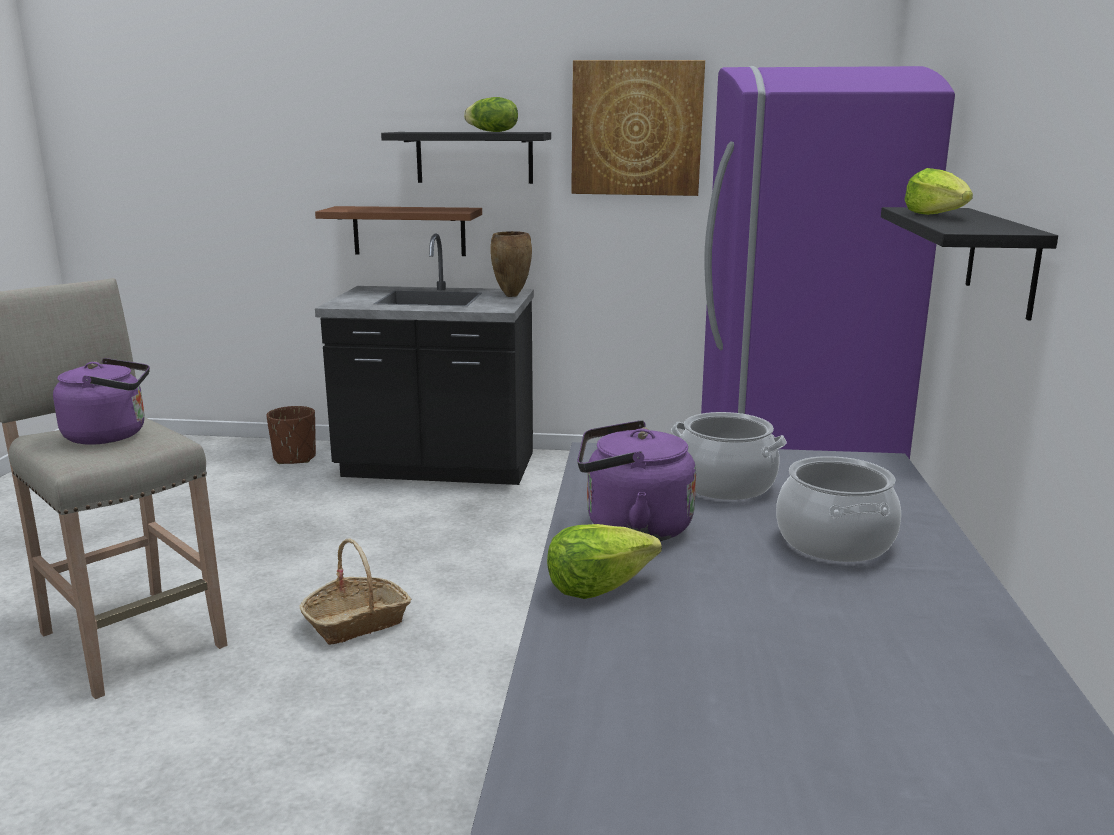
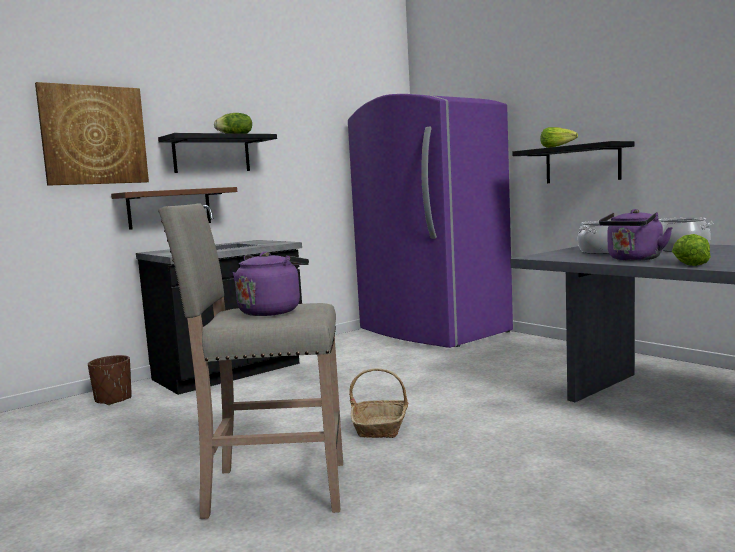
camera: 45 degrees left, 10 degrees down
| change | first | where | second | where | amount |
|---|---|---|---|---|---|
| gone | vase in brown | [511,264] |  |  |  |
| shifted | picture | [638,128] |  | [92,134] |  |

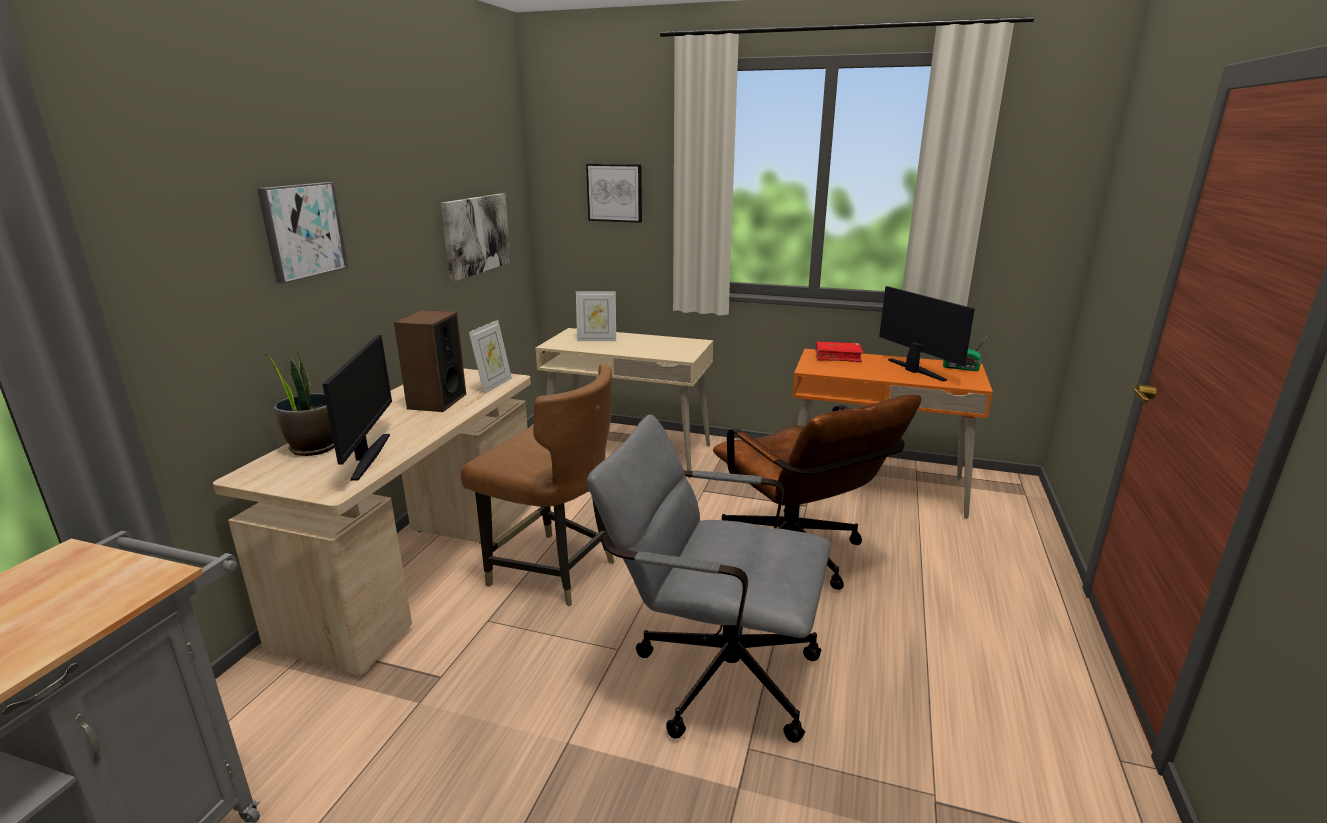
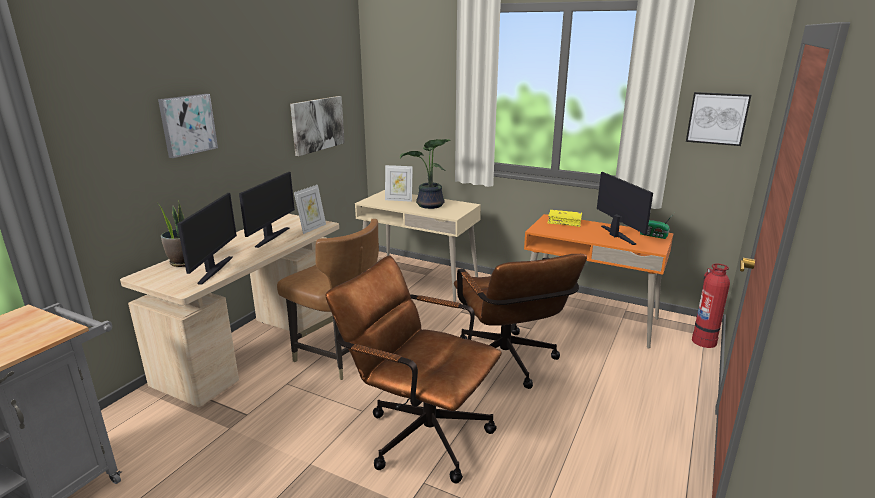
camera: 10 degrees right, 0 degrees up
| change | first | where | second | where | amount |
|---|---|---|---|---|---|
| swapped | speaker | [430,361] | monitor | [267,210] |  |
| shifted | picture | [614,193] |  | [718,119] |  |
| repainted | office chair in grey | [709,578] | office chair in brown | [414,369] |  |
| repainted | book in red | [839,352] | book in yellow | [564,218] |  |
| new |  |  | potted plant | [425,174] |  |
| new |  |  | fire extinguisher | [711,306] |  |

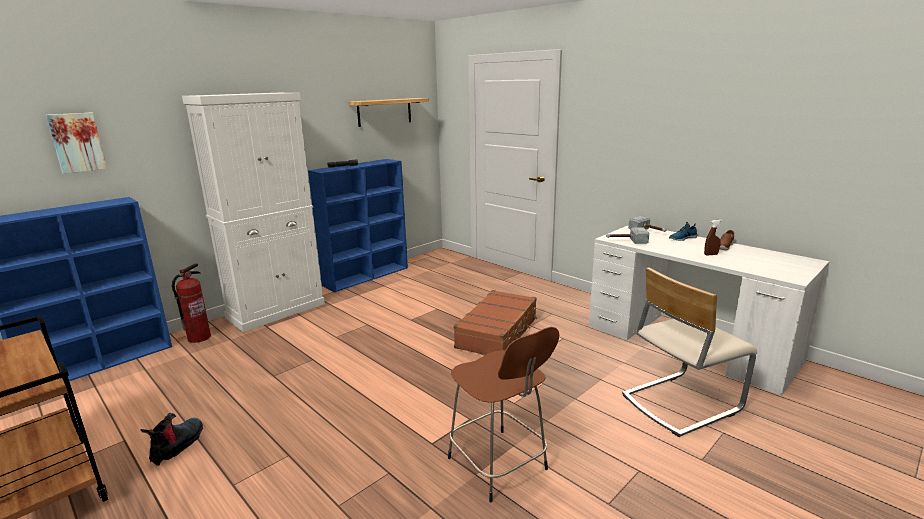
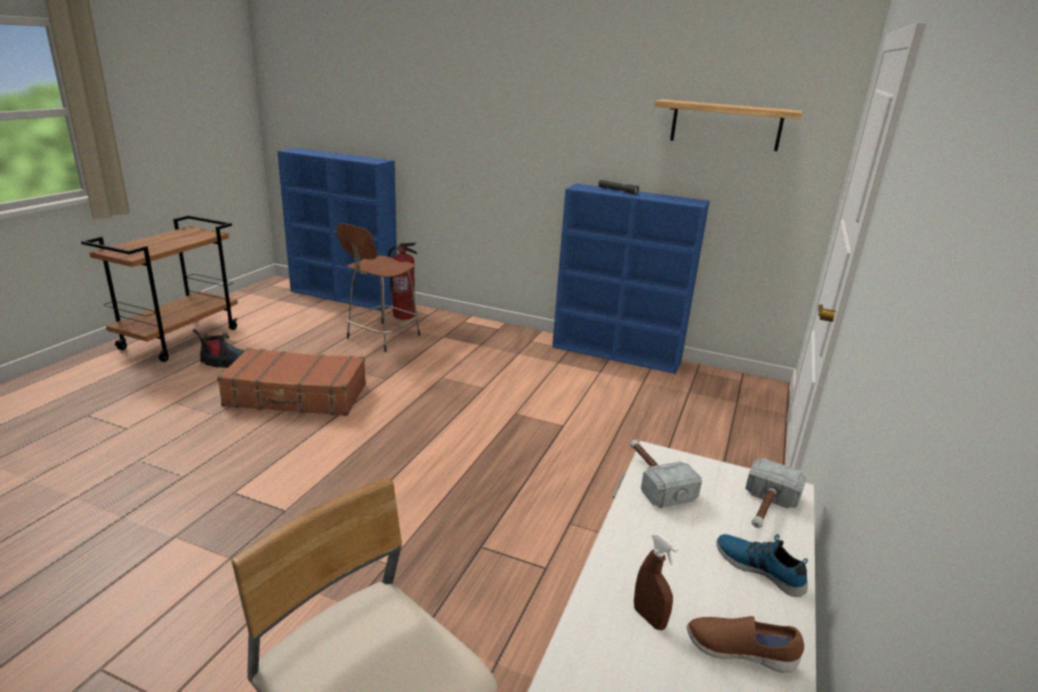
camera: 65 degrees right, 5 degrees up
| change | first | where | second | where | amount |
|---|---|---|---|---|---|
| gone | picture | [76,143] |  |  |  |
| gone | cabinet in white | [253,212] |  |  |  |
| shifted | stool in brown | [503,414] |  | [378,287] |  |
| shifted | suitcase in brown | [495,322] |  | [291,382] |  |

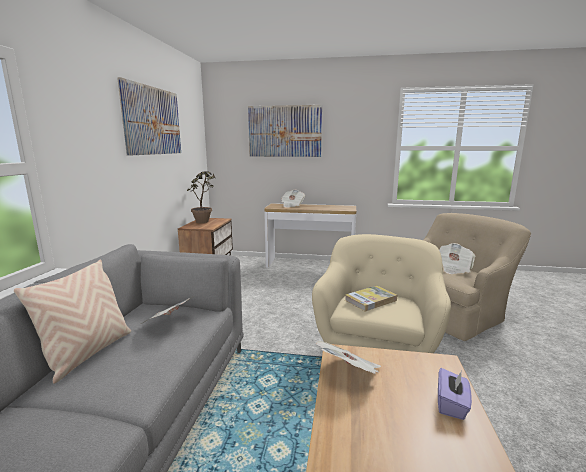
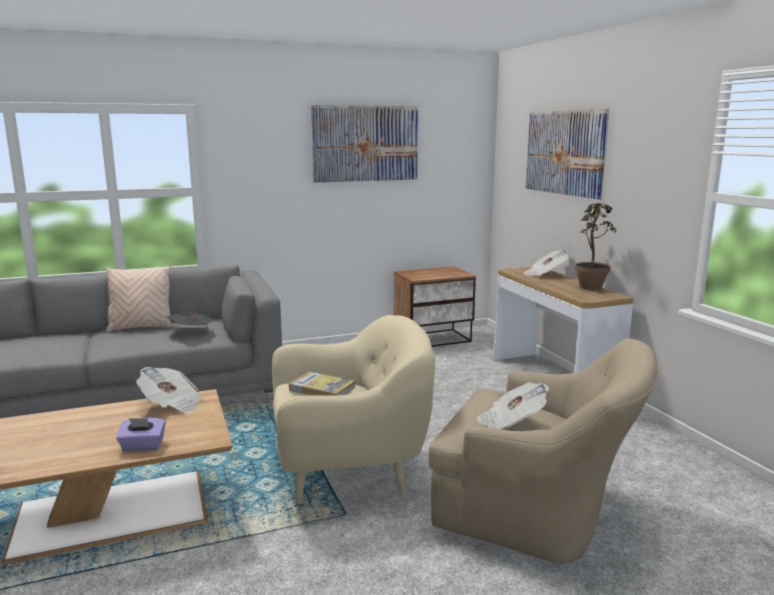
camera: 60 degrees right, 0 degrees up
| change | first | where | second | where | amount |
|---|---|---|---|---|---|
| shifted | potted plant | [201,197] |  | [595,246] |  |

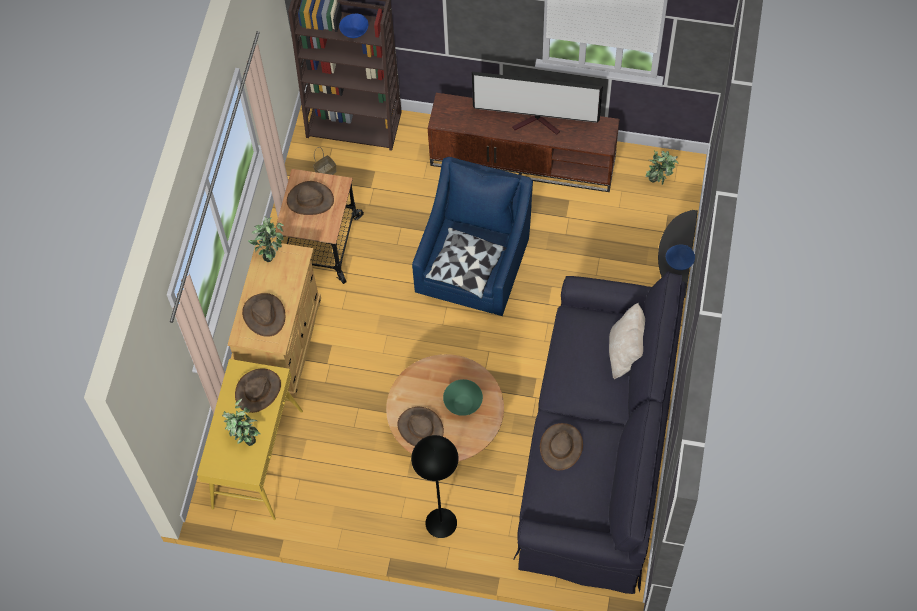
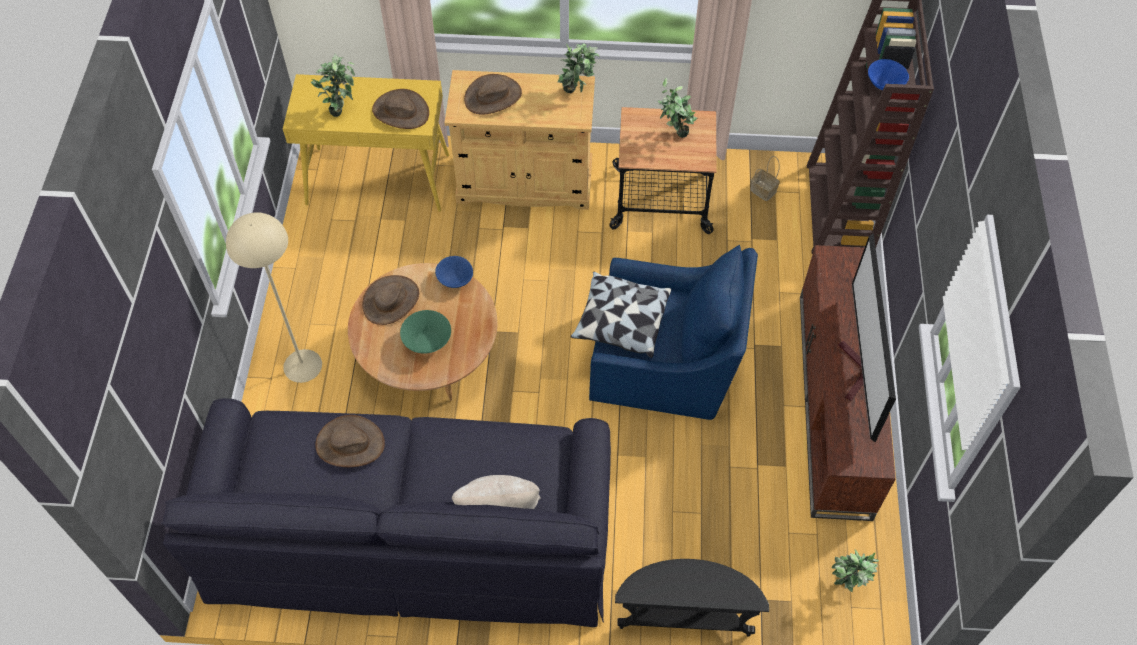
camera: 80 degrees right, 5 degrees down
| change | first | where | second | where | amount |
|---|---|---|---|---|---|
| swapped | hat in brown | [310,198] | potted plant | [677,107] |  |
| repainted | floor lamp in black | [435,486] | floor lamp in beige | [274,297] |  |
| shifted | bowl in blue | [680,257] |  | [454,272] |  |

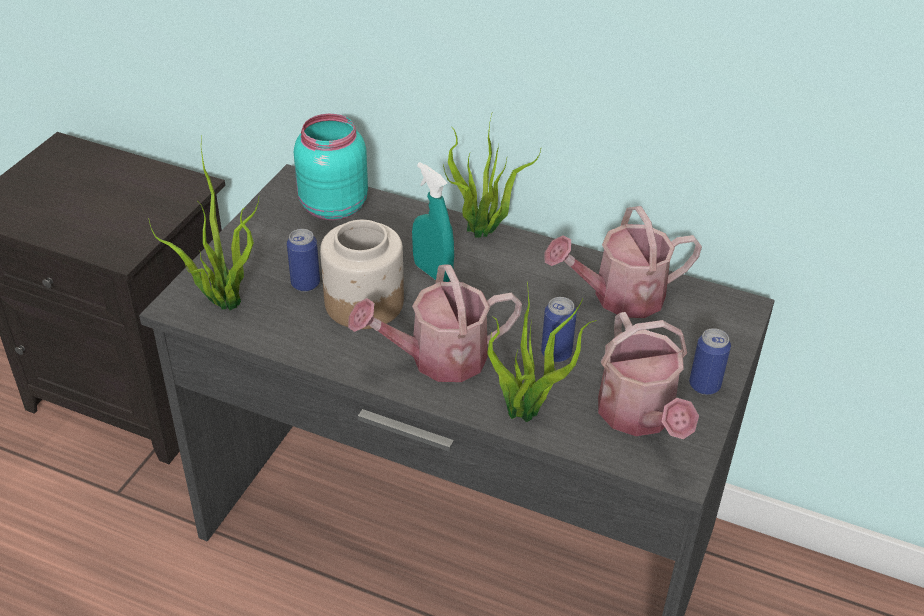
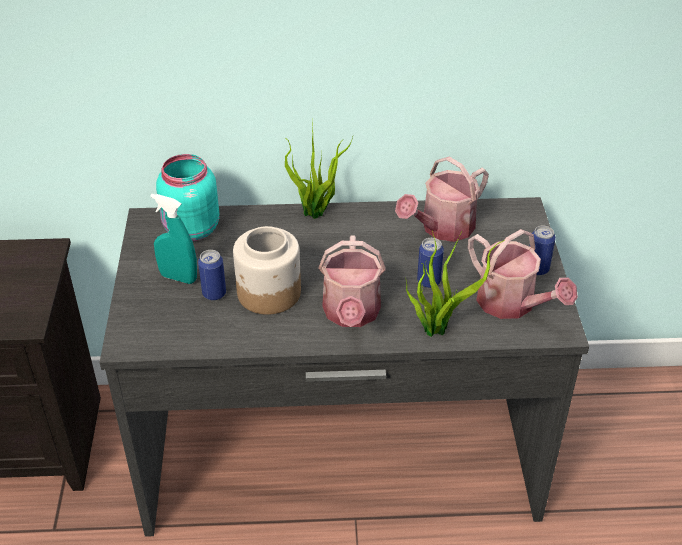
camera: 25 degrees left, 0 degrees up
| change | first | where | second | where | amount |
|---|---|---|---|---|---|
| gone | potted plant | [203,222] |  |  |  |
| rotated | watering can | [435,323] |  | [352,281] | 45 degrees counterclockwise |
| shifted | spray bottle in turquoise | [433,222] |  | [173,239] |  |

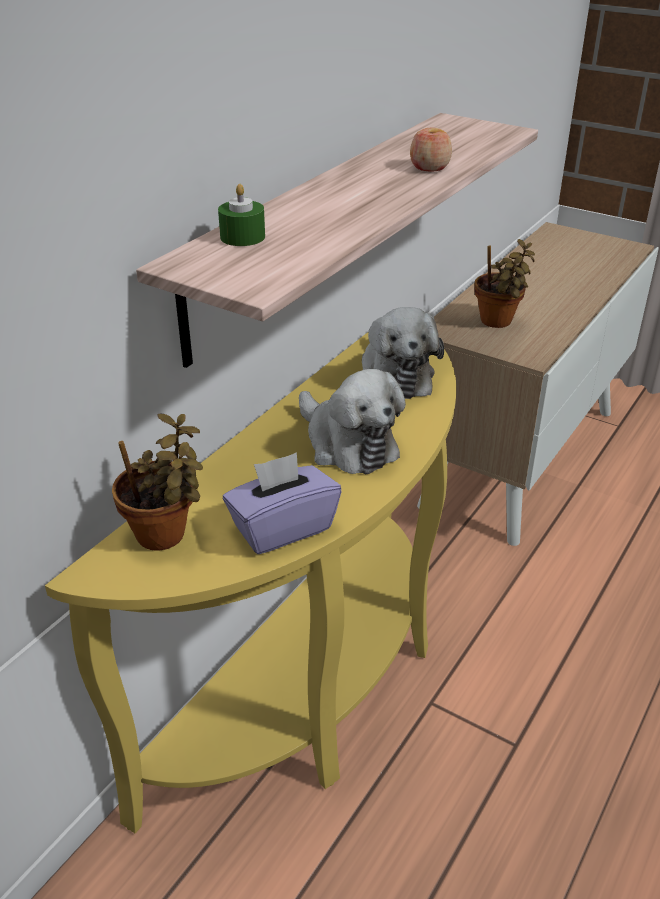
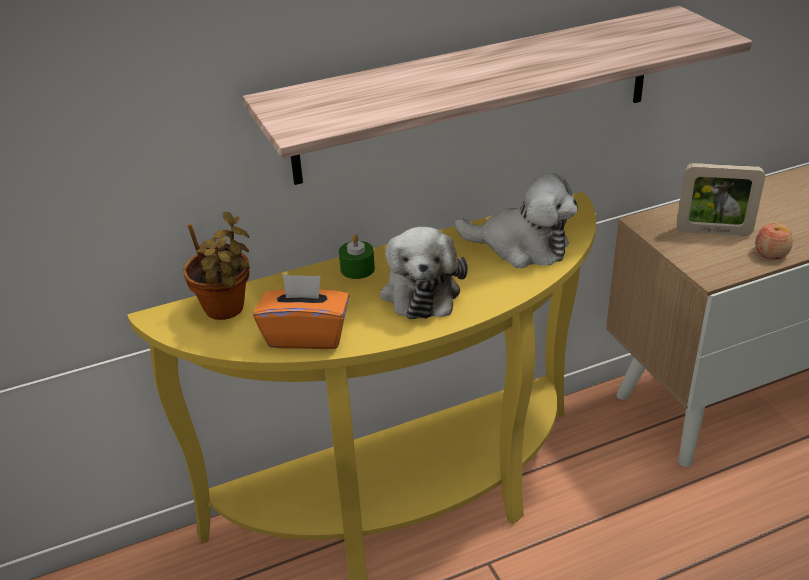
camera: 35 degrees right, 0 degrees up
| change | first | where | second | where | amount |
|---|---|---|---|---|---|
| shifted | candle in green | [241,215] |  | [357,256] |  |
| repainted | tissue box in purple | [282,503] | tissue box in orange | [301,311] |  |
| rotated | plush toy | [403,353] |  | [516,220] | 90 degrees counterclockwise |
| shifted | apple | [431,149] |  | [774,241] |  |
| swapped | potted plant | [504,283] | picture frame | [721,199] |  |

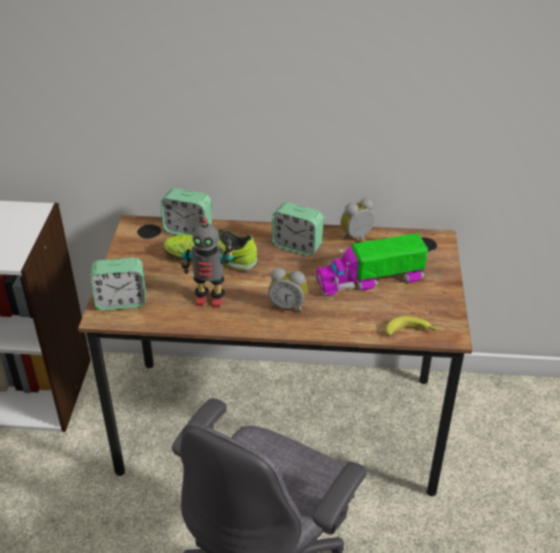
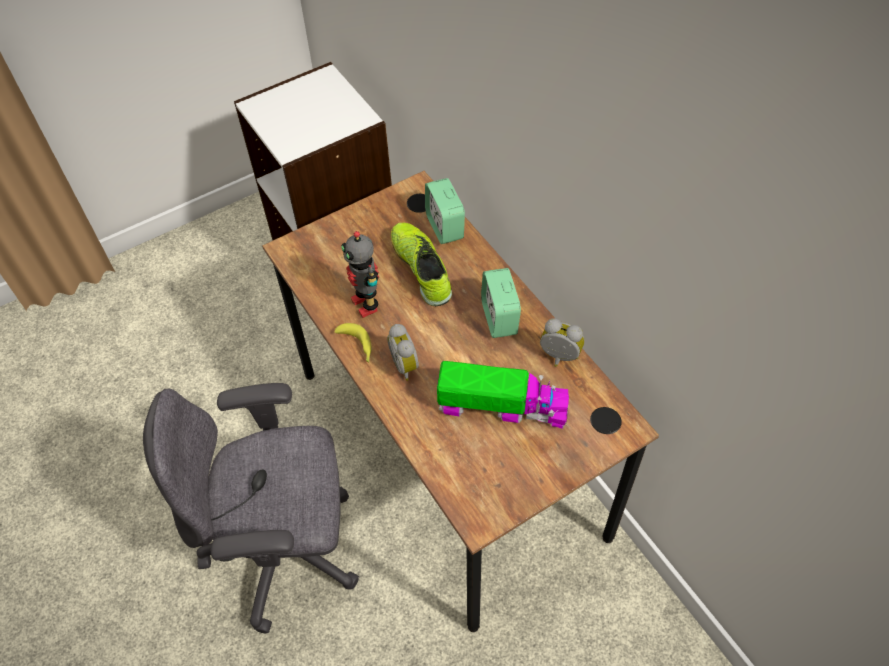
camera: 55 degrees right, 15 degrees up
| change | first | where | second | where | amount |
|---|---|---|---|---|---|
| gone | alarm clock | [118,284] |  |  |  |
| rotated | toy truck | [371,264] |  | [503,395] | 150 degrees clockwise |
| shifted | banana | [412,326] |  | [353,342] |  |

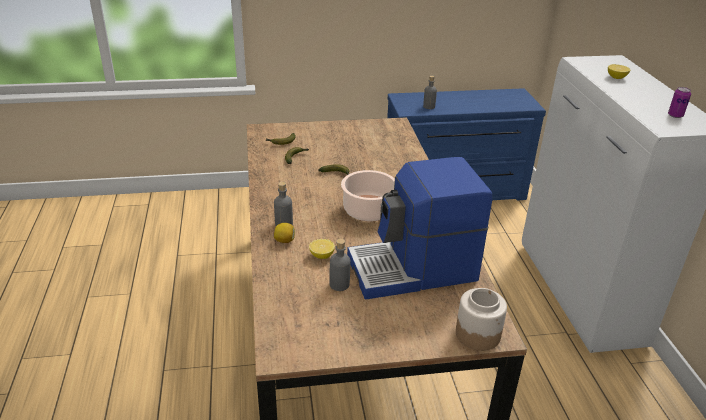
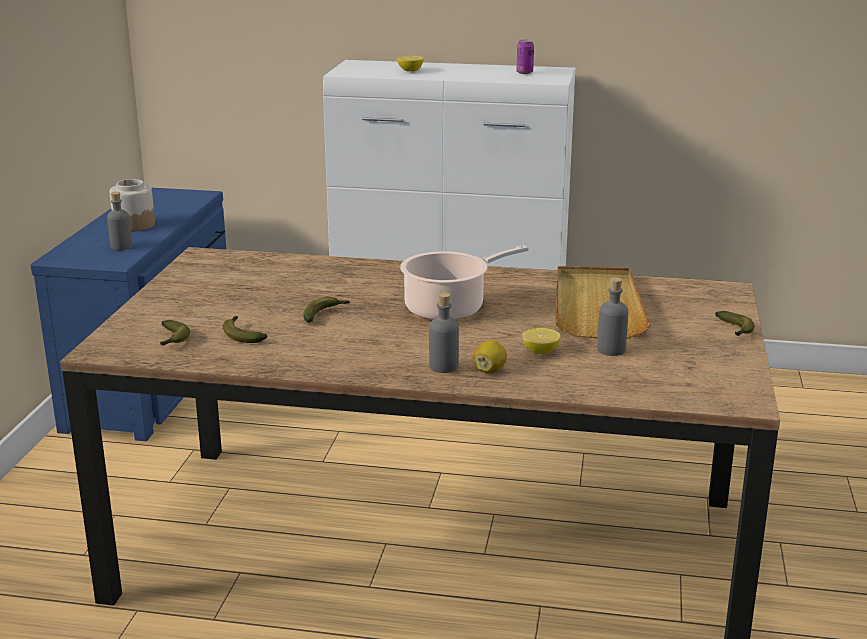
camera: 70 degrees left, 10 degrees down
| change | first | where | second | where | amount |
|---|---|---|---|---|---|
| swapped | coffee machine | [419,228] | tray in beige | [602,302] |  |
| shifted | jar | [481,319] |  | [132,205] |  |
| new |  |  | banana | [735,323] |  |

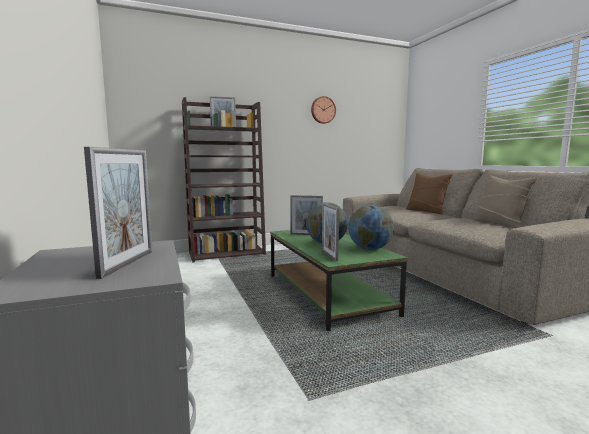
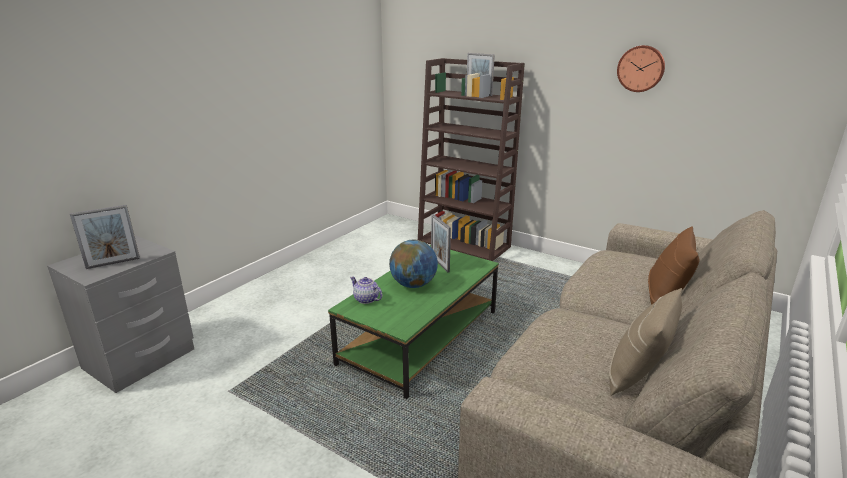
camera: 55 degrees right, 15 degrees up
| change | first | where | second | where | amount |
|---|---|---|---|---|---|
| swapped | picture frame | [330,232] | teapot | [366,290] |  |
| gone | globe | [371,227] |  |  |  |

